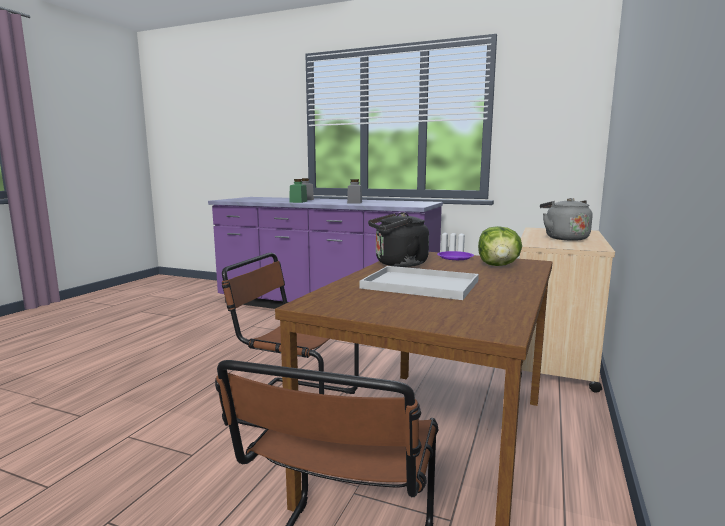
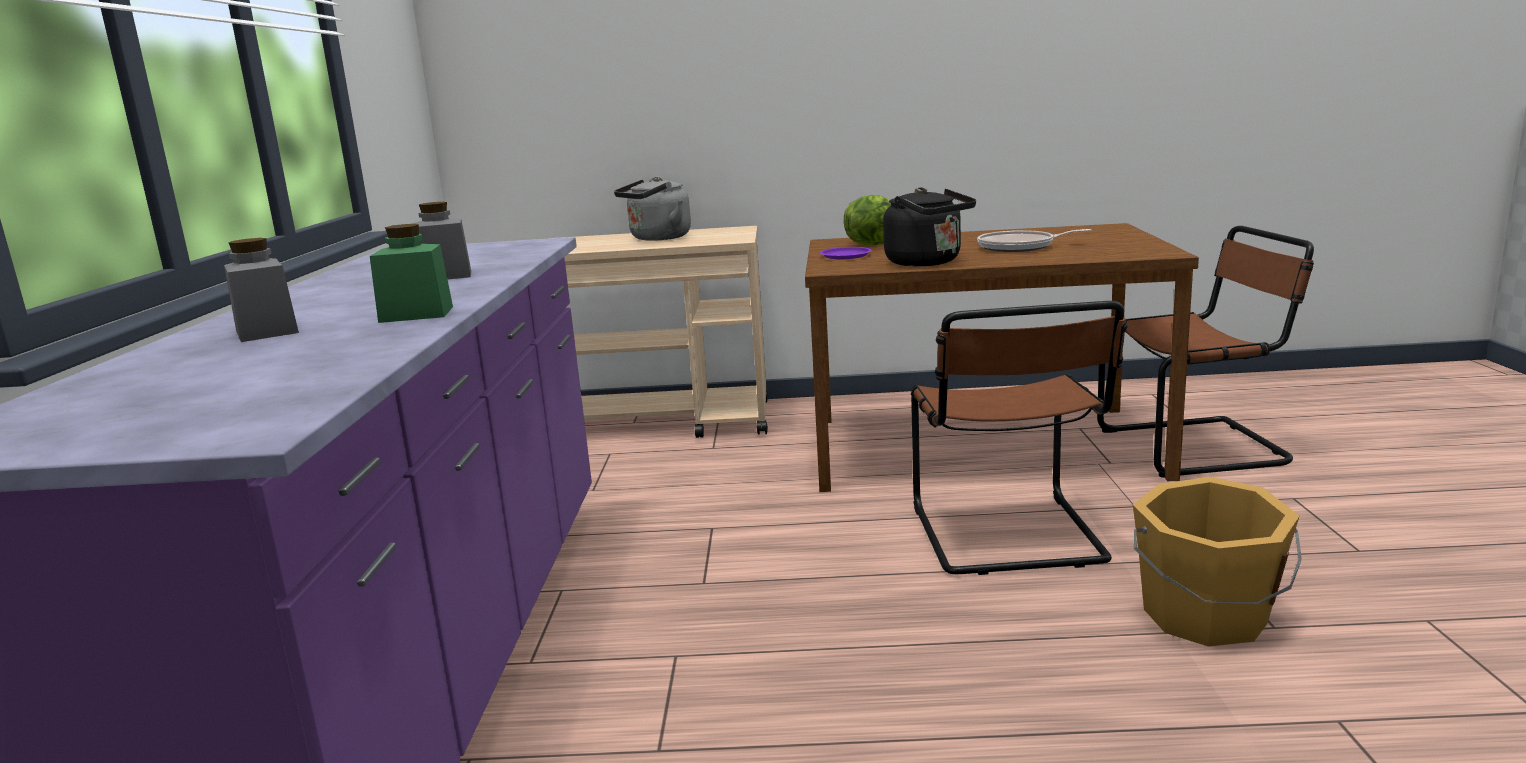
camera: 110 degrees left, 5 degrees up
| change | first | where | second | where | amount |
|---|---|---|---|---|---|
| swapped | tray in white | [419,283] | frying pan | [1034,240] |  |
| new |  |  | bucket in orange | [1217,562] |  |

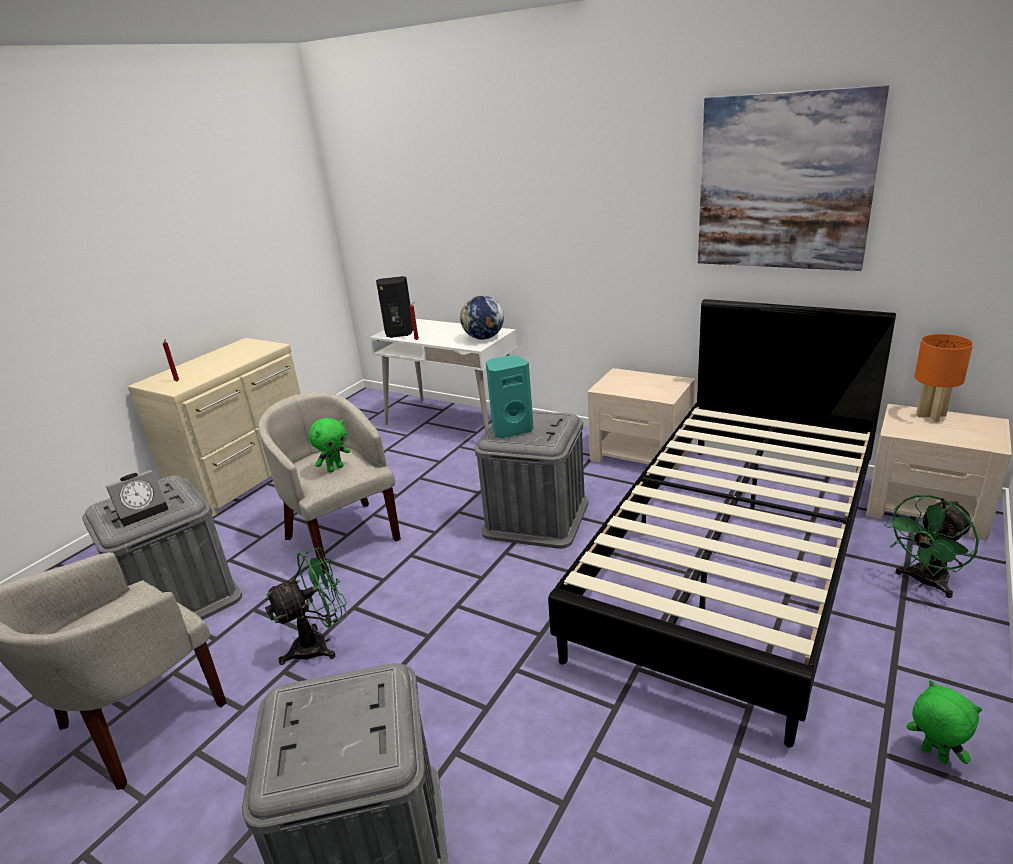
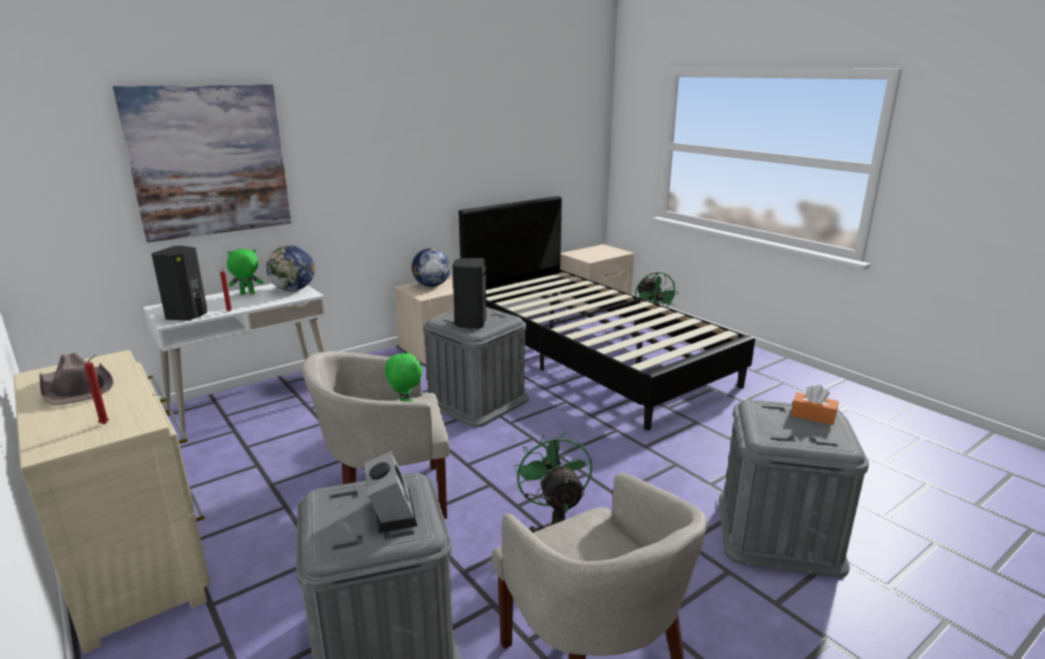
camera: 70 degrees left, 5 degrees down
| change | first | where | second | where | amount |
|---|---|---|---|---|---|
| repainted | speaker in turquoise | [510,396] | speaker in black | [469,293] |  |
| shifted | picture | [793,178] |  | [202,163] |  |
| shifted | plush toy in green | [944,722] |  | [245,272] |  |
| gone | table lamp in orange | [943,378] |  |  |  |
| new |  |  | hat in brown | [76,379] |  |
| new |  |  | globe | [431,267] |  |
| new |  |  | tissue box in orange | [815,405] |  |

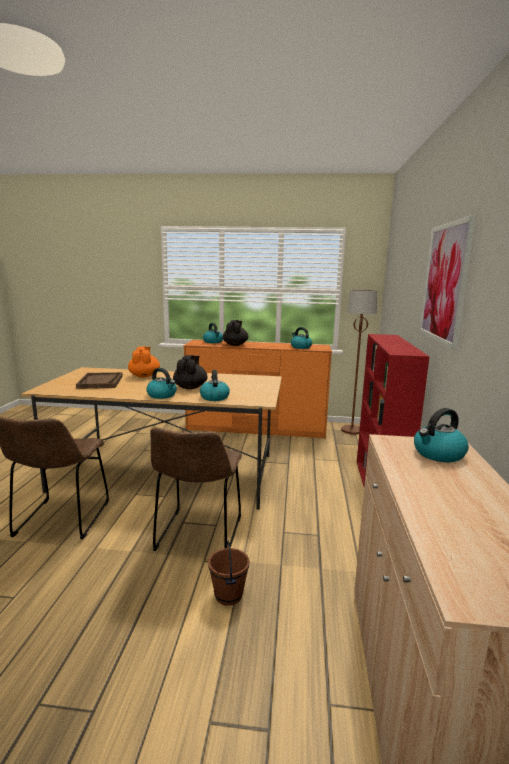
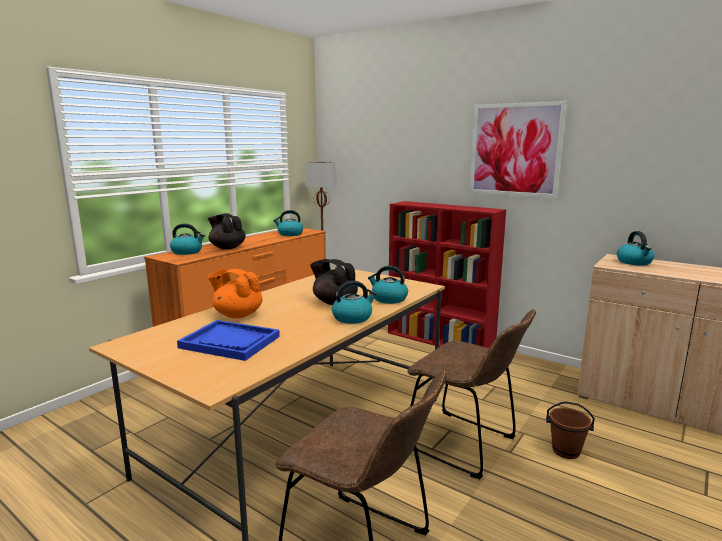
camera: 60 degrees left, 0 degrees up
| change | first | where | second | where | amount |
|---|---|---|---|---|---|
| repainted | tray in brown | [99,380] | tray in blue | [228,340] |  |

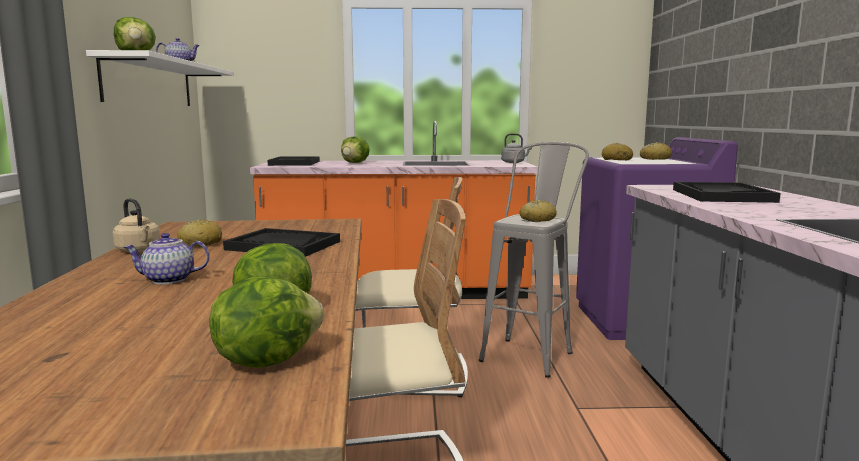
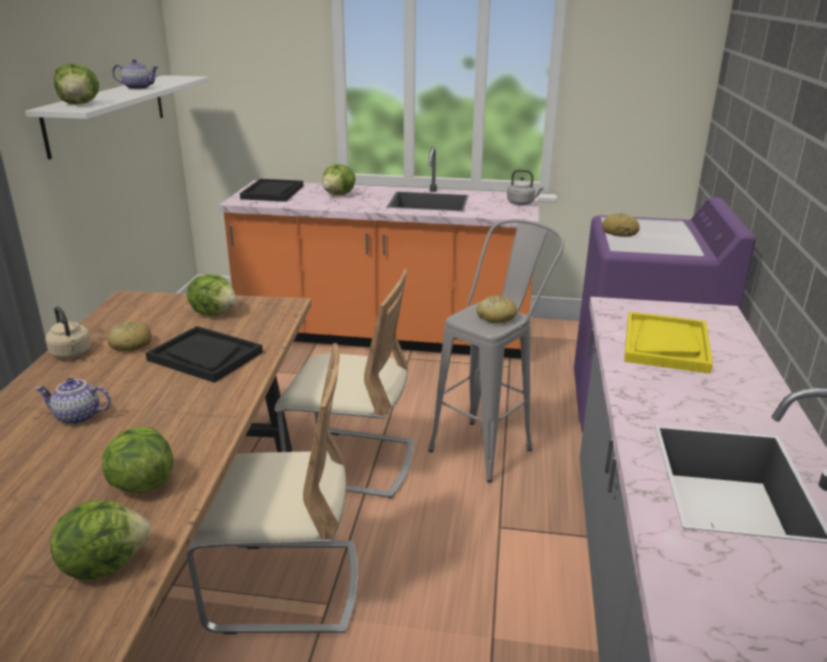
camera: 10 degrees right, 15 degrees up
| change | first | where | second | where | amount |
|---|---|---|---|---|---|
| gone | bread | [656,151] |  |  |  |
| repainted | tray in black | [727,192] | tray in yellow | [668,343] |  |
| new |  |  | lettuce | [212,295] |  |

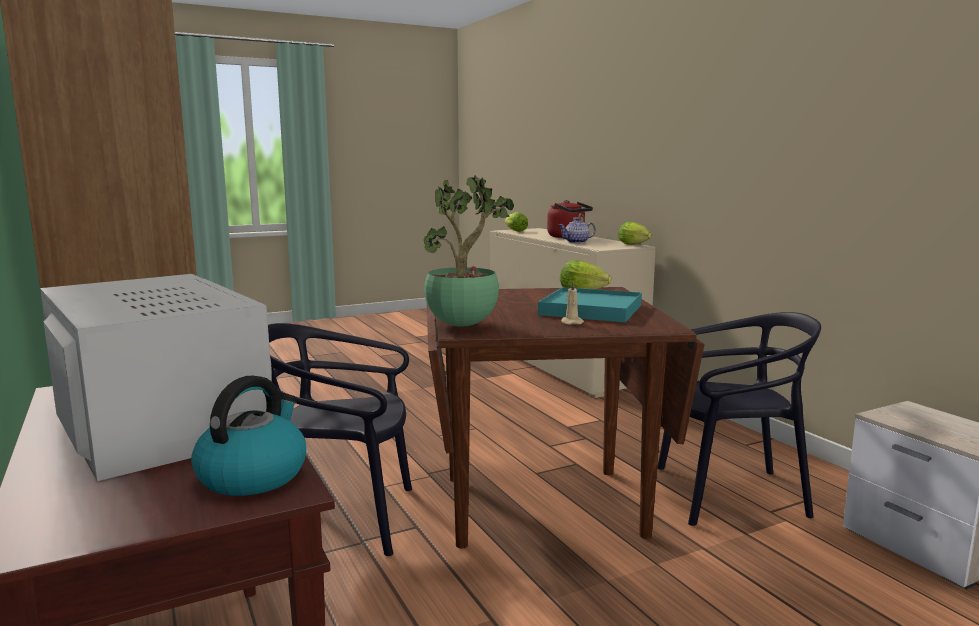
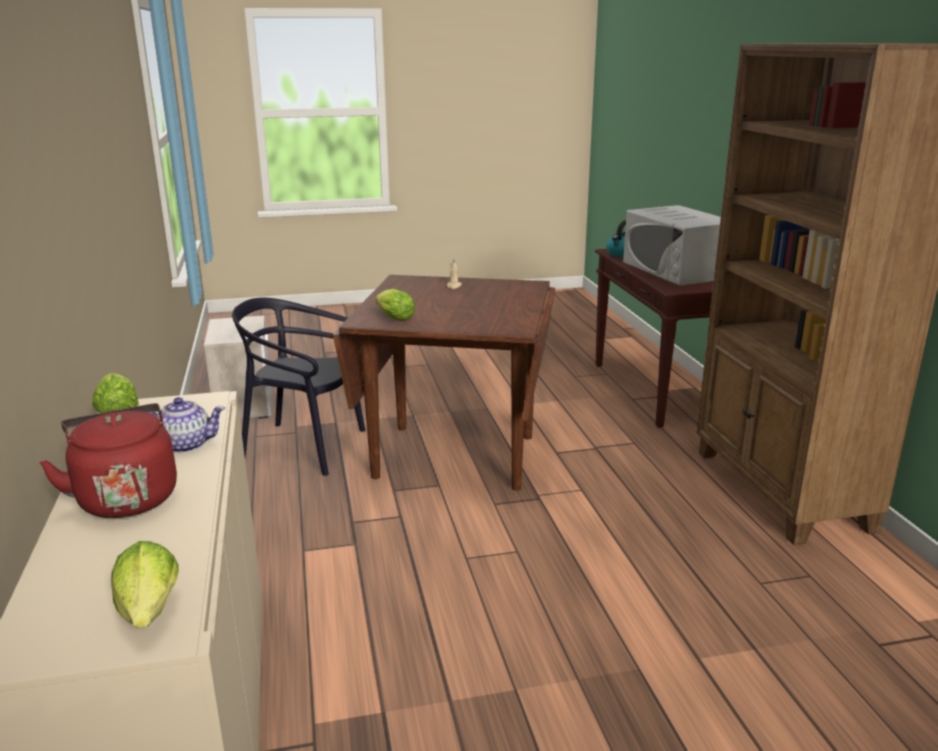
camera: 165 degrees left, 10 degrees up
| change | first | where | second | where | amount |
|---|---|---|---|---|---|
| gone | chair in black | [340,439] |  |  |  |
| gone | potted plant | [469,251] |  |  |  |
| gone | tray in turquoise | [590,304] |  |  |  |

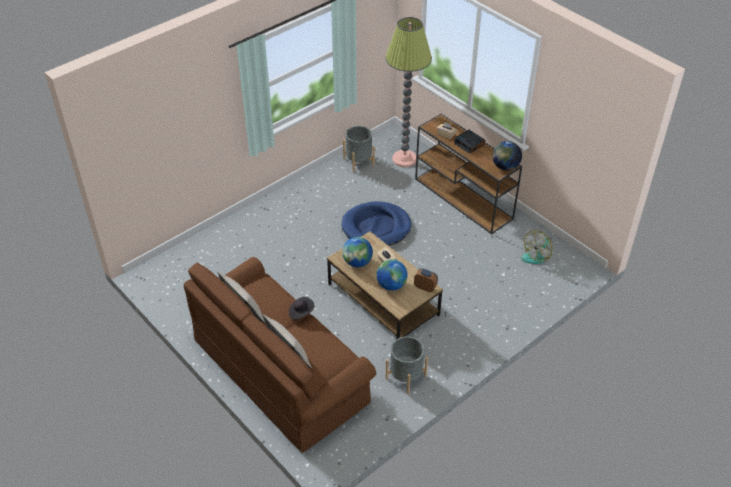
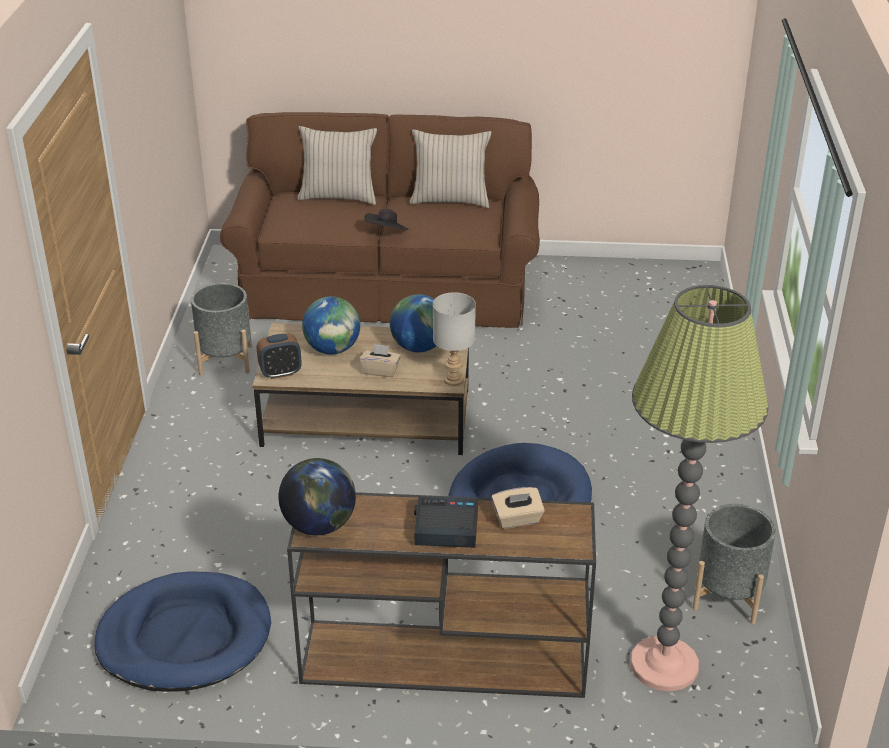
camera: 135 degrees right, 10 degrees down
| change | first | where | second | where | amount |
|---|---|---|---|---|---|
| swapped | fan | [536,247] | dog bed in blue | [182,631] |  |
| new |  |  | table lamp in grey | [454,339] |  |

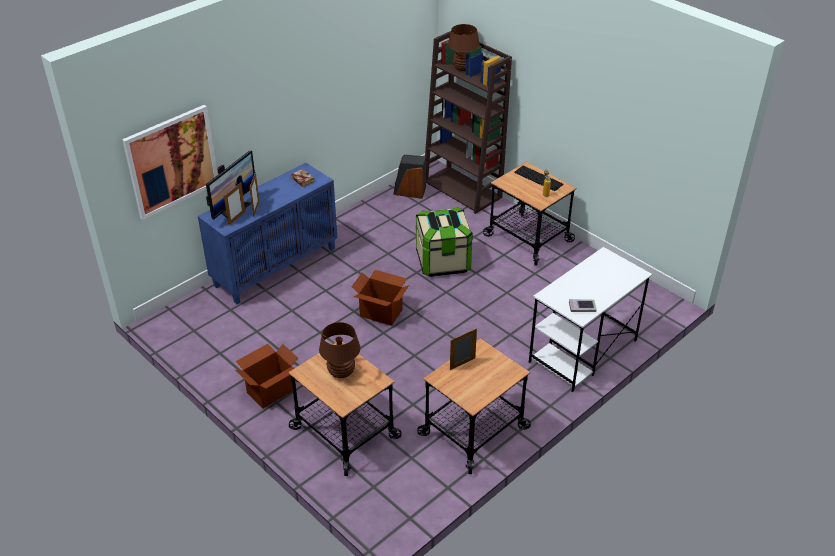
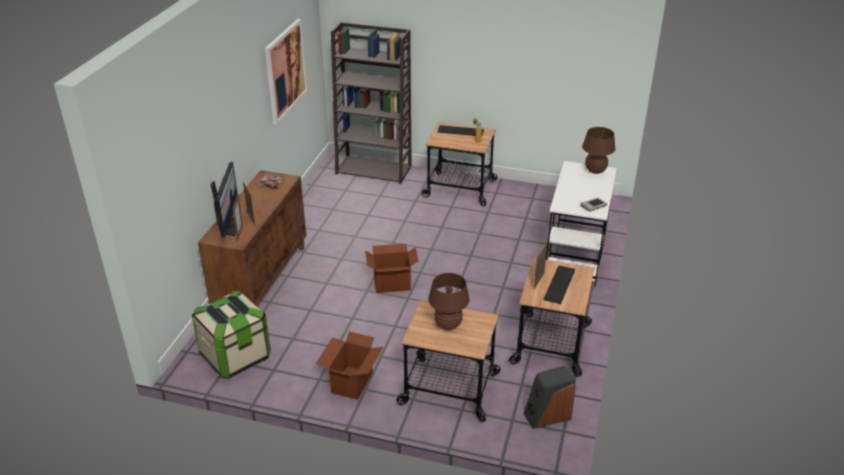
camera: 30 degrees left, 5 degrees down
| change | first | where | second | where | amount |
|---|---|---|---|---|---|
| shifted | picture | [170,162] |  | [286,71] |  |
| repainted | cabinet in blue | [267,234] | cabinet in brown | [252,238] |  |
| shifted | speaker | [409,177] |  | [549,397] |  |
| shifted | storage box | [444,242] |  | [231,334] |  |
| shifted | table lamp in brown | [464,47] |  | [598,150] |  |
| new |  |  | keyboard | [559,285] |  |

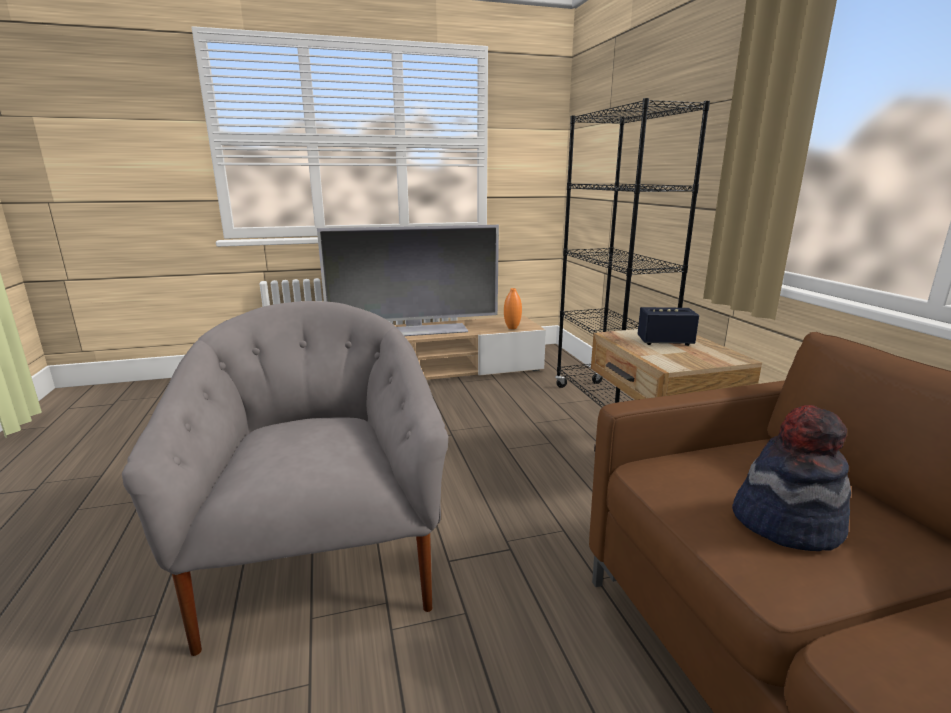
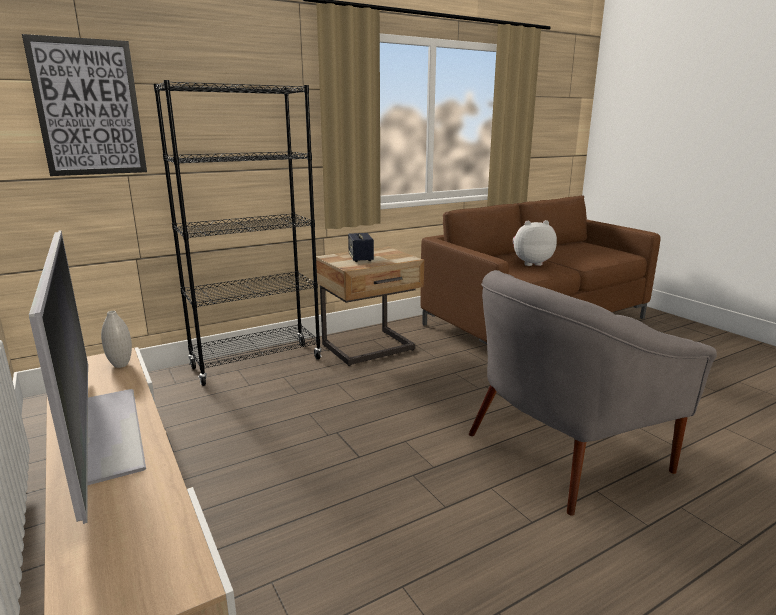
camera: 105 degrees left, 0 degrees up
| change | first | where | second | where | amount |
|---|---|---|---|---|---|
| repainted | vase in orange | [513,308] | vase in white | [116,339] |  |
| swapped | hat | [791,478] | plush toy | [535,243] |  |
| new |  |  | picture | [84,105] |  |

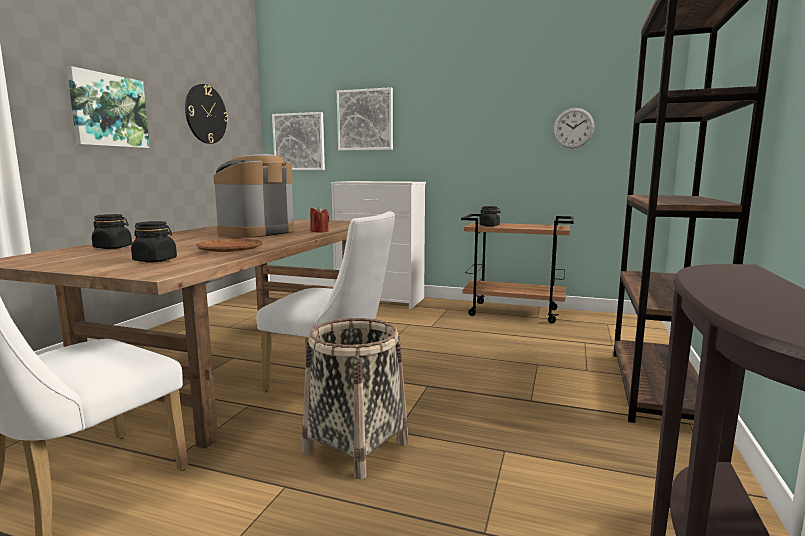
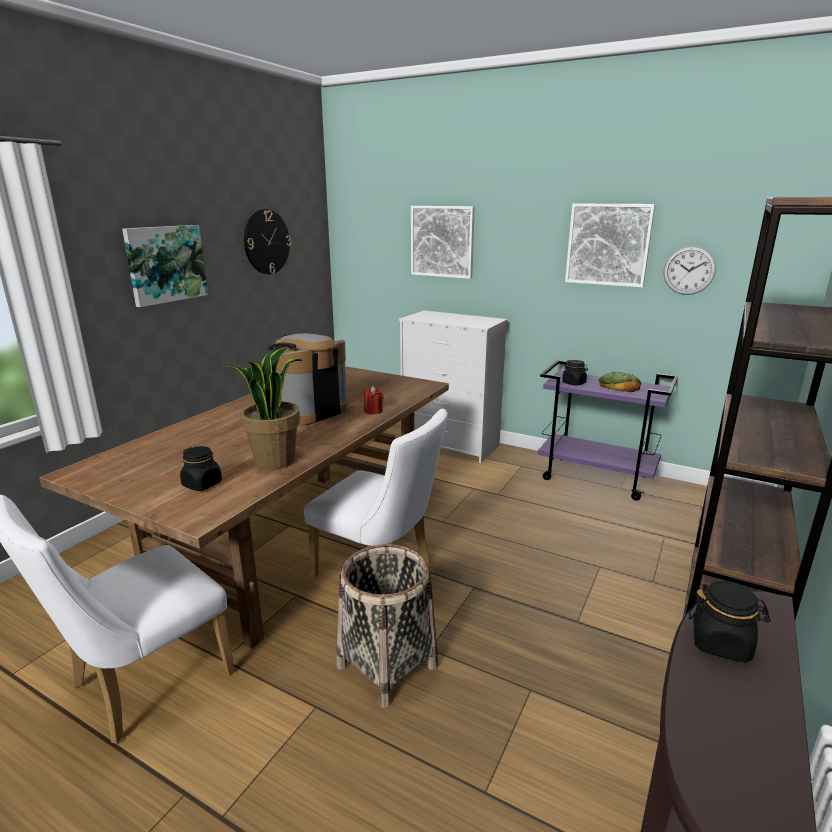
camera: 10 degrees right, 10 degrees up
| change | first | where | second | where | amount |
|---|---|---|---|---|---|
| shifted | jar in black | [112,231] |  | [730,621] |  |
| swapped | plate in brown | [229,245] | potted plant | [265,408] |  |
| shifted | picture | [298,141] |  | [610,245] |  |
| repainted | cart in brown | [517,269] | cart in purple | [608,430] |  |
| new |  |  | bread | [620,381] |  |

